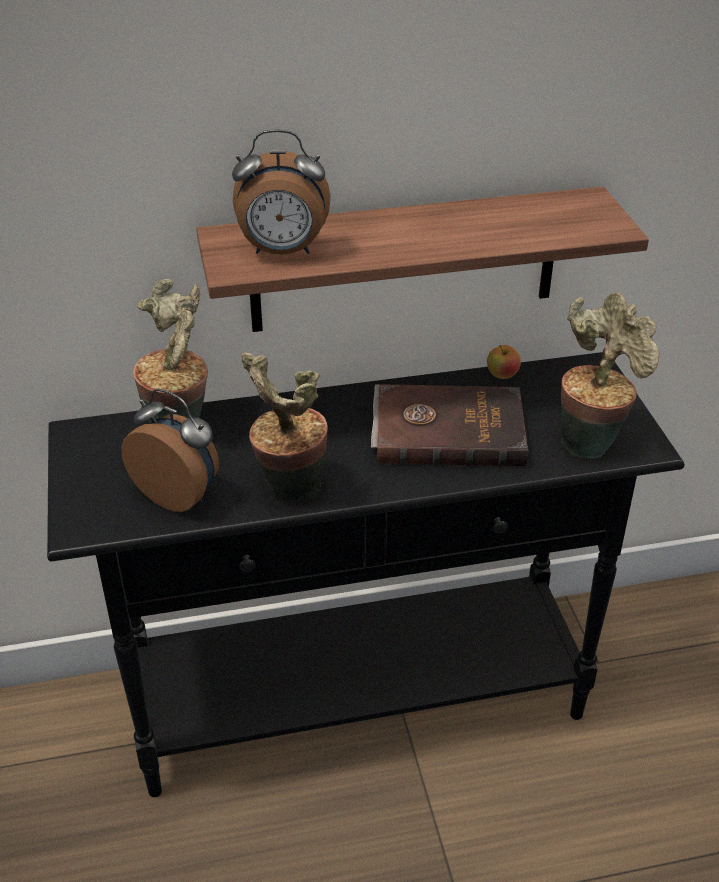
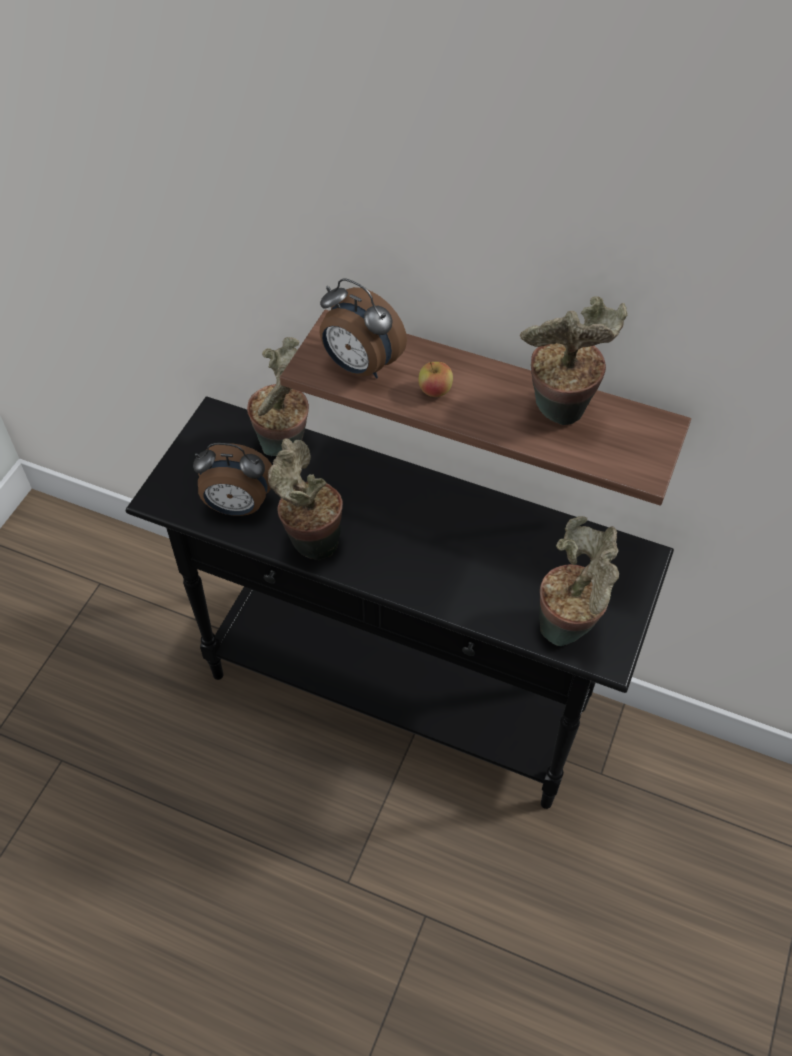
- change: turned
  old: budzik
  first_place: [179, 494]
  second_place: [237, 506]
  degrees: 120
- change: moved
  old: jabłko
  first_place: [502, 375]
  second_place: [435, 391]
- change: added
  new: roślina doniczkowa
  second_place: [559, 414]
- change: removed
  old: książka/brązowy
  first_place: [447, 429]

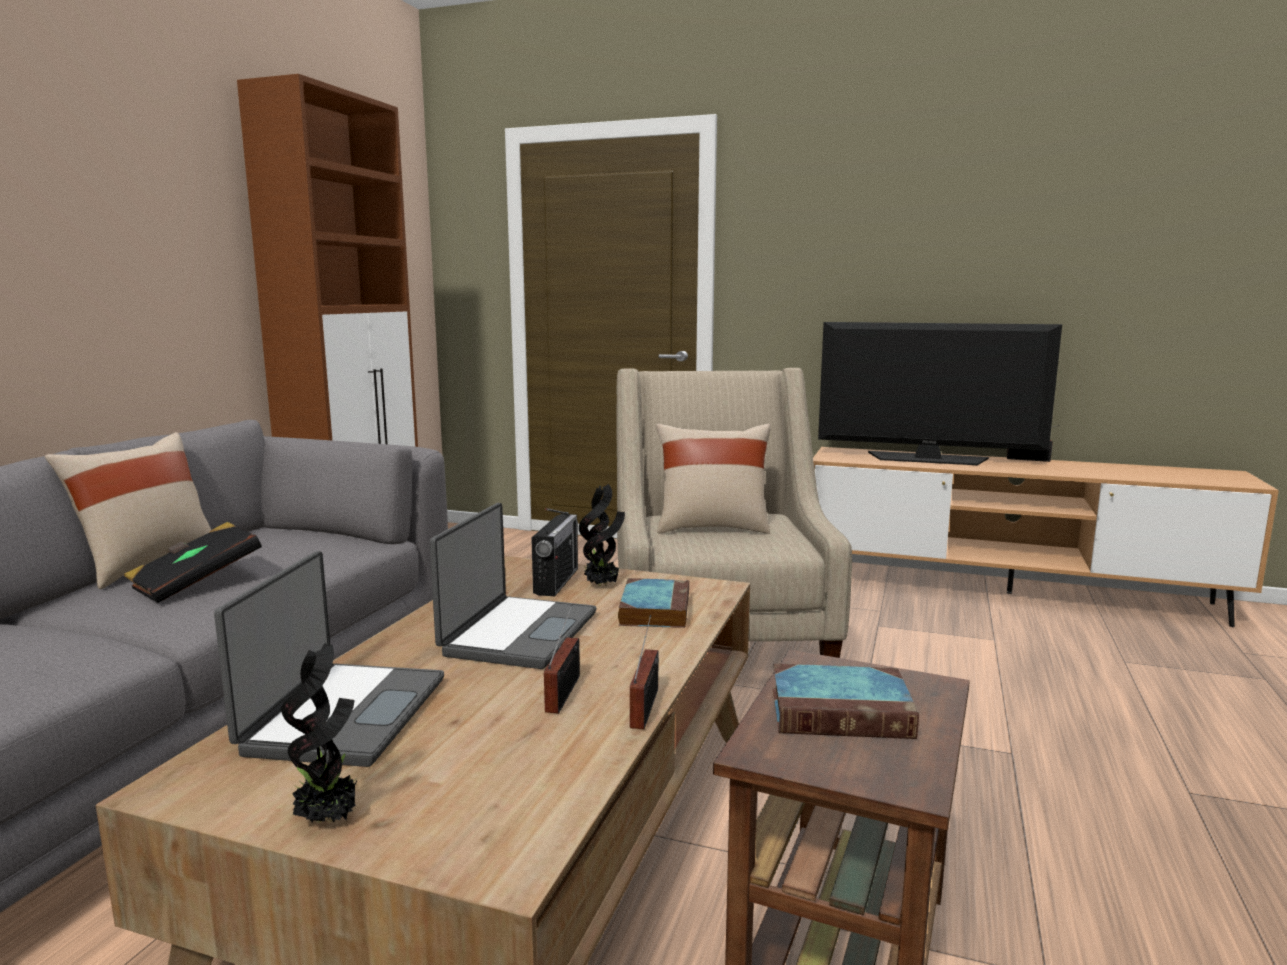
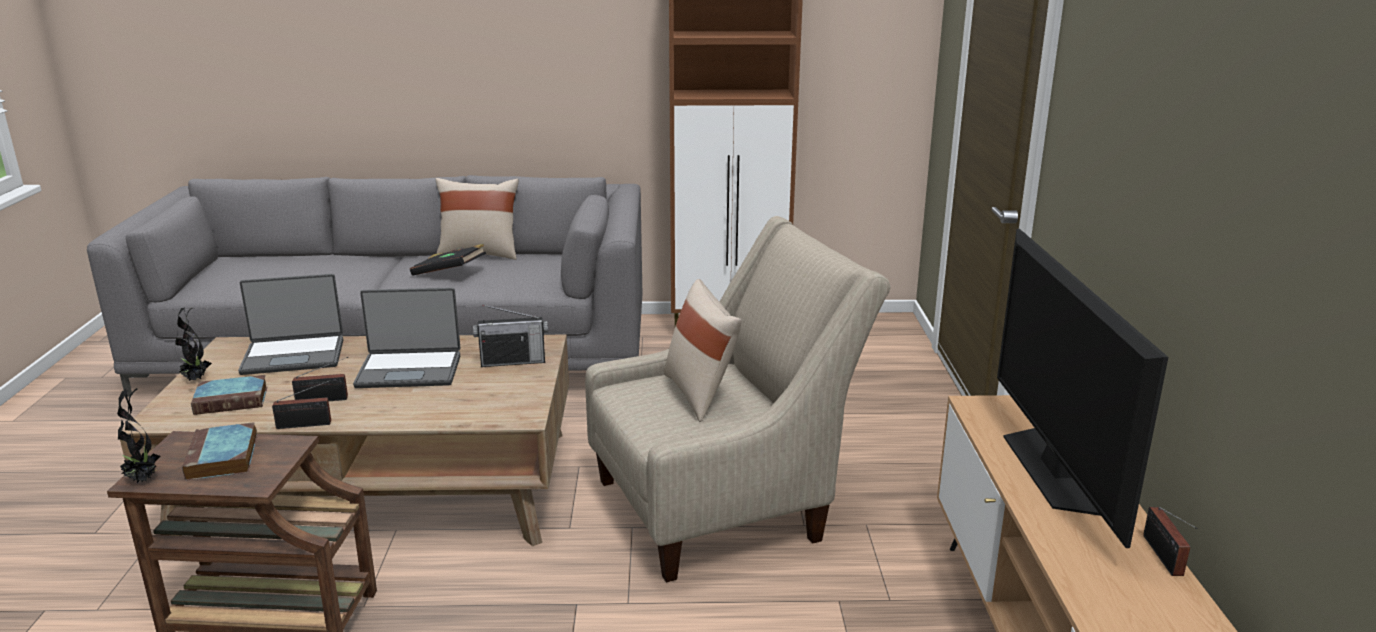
- change: moved
  old: roślina doniczkowa
  first_place: [602, 585]
  second_place: [143, 479]
- change: moved
  old: książka
  first_place: [654, 609]
  second_place: [233, 400]

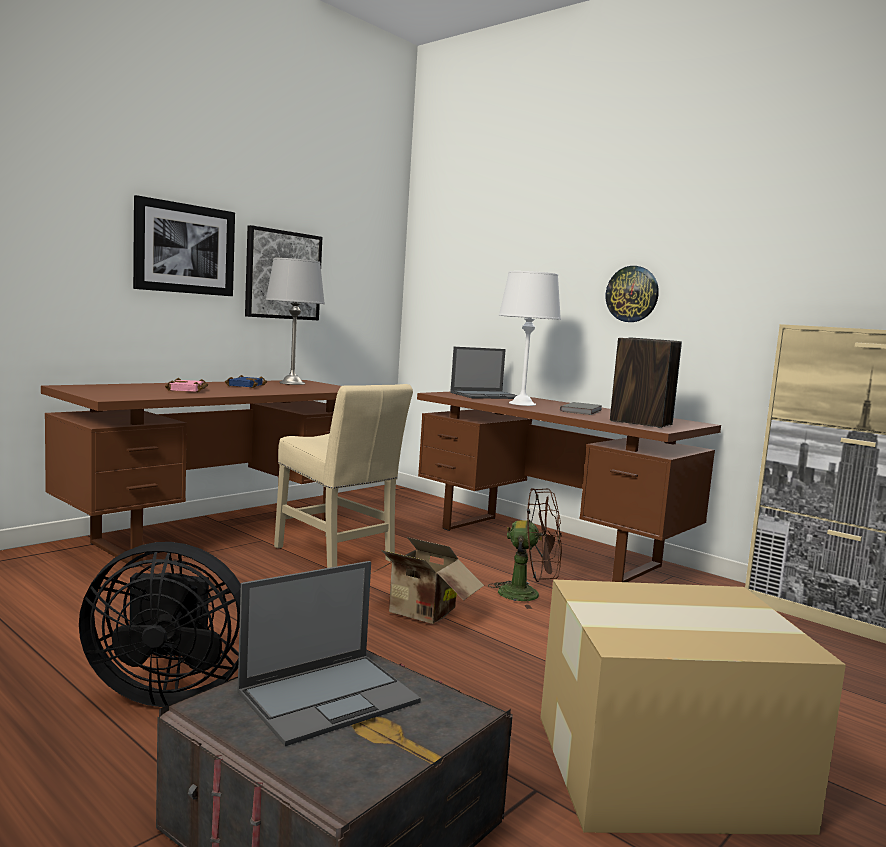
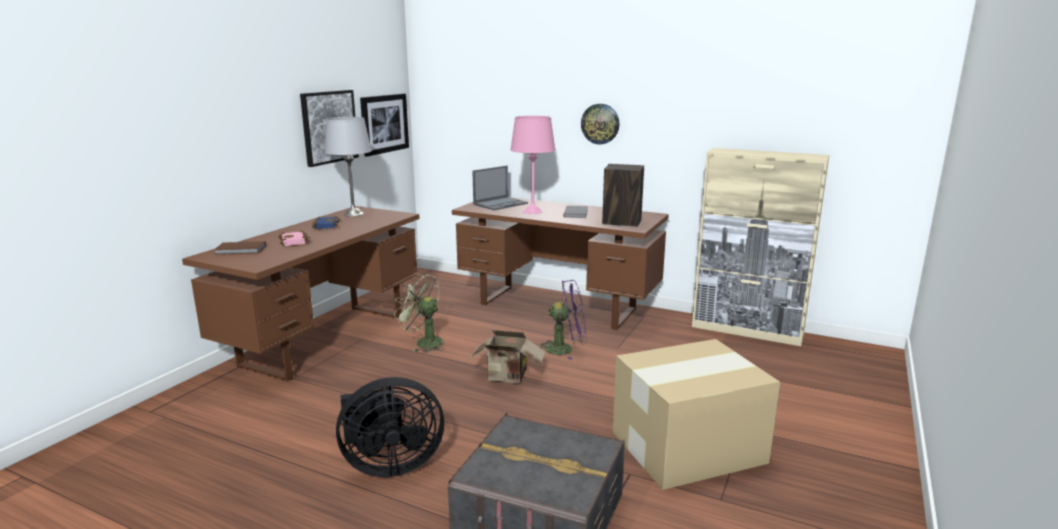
- change: added
  new: książka/brązowy
  second_place: [241, 250]
- change: moved
  old: obraz
  first_place: [184, 248]
  second_place: [384, 124]
- change: replaced
  old: krzesło/beżowy
  new: wentylator/zielony
  first_place: [336, 556]
  second_place: [423, 342]
- change: recoloured
  old: lampa stołowa/biały
  new: lampa stołowa/różowy
  first_place: [522, 404]
  second_place: [533, 211]
- change: recoloured
  old: wentylator/brązowy
  new: wentylator/fioletowy
  first_place: [528, 595]
  second_place: [565, 349]
- change: removed
  old: laptop
  first_place: [330, 696]

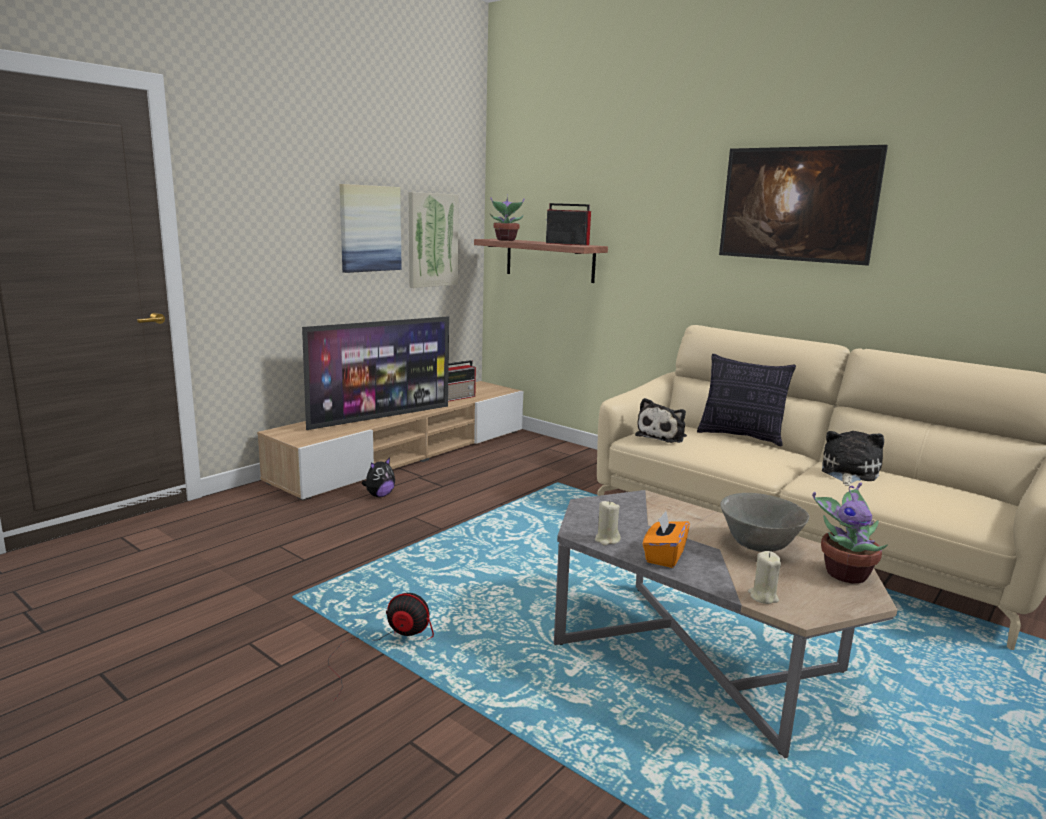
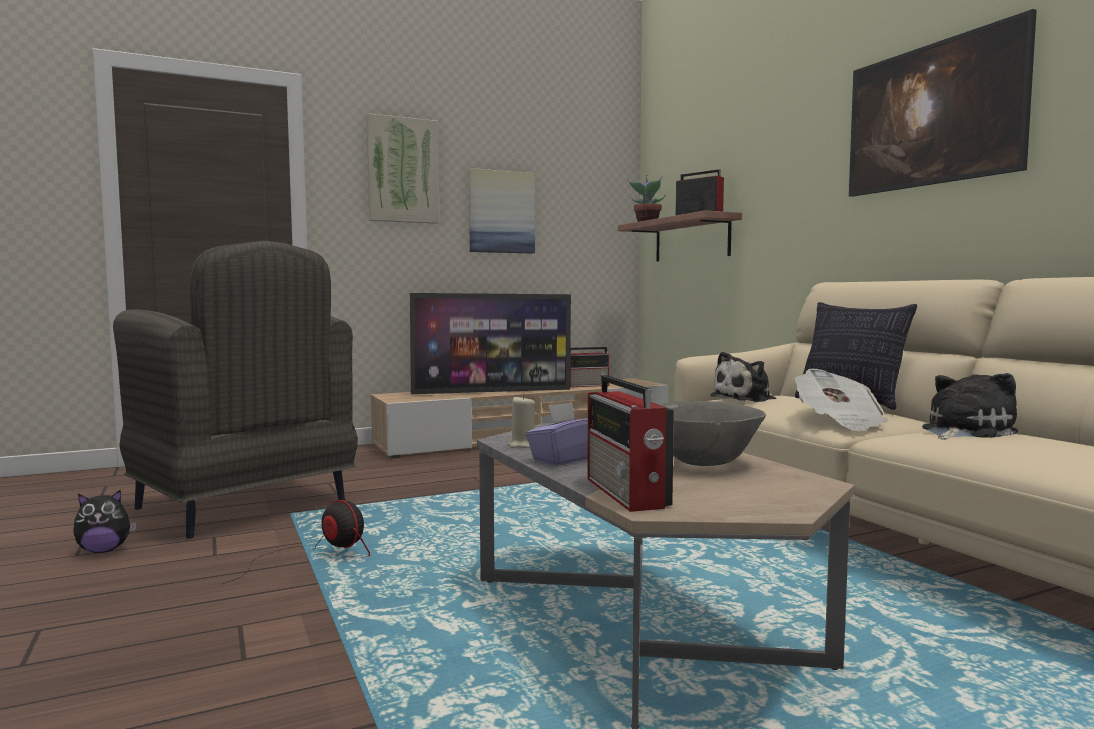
- change: moved
  old: pluszak
  first_place: [379, 495]
  second_place: [104, 550]
- change: added
  new: fotel/szary
  second_place: [243, 506]
- change: moved
  old: obraz
  first_place: [432, 240]
  second_place: [403, 170]
- change: recoloured
  old: pudełko chusteczek/pomarańczowy
  new: pudełko chusteczek/fioletowy
  first_place: [664, 556]
  second_place: [565, 459]
- change: replaced
  old: świeca/beżowy
  new: radio
  first_place: [763, 597]
  second_place: [626, 493]
- change: added
  new: gazeta
  second_place: [839, 423]
- change: removed
  old: roślina doniczkowa
  first_place: [844, 573]

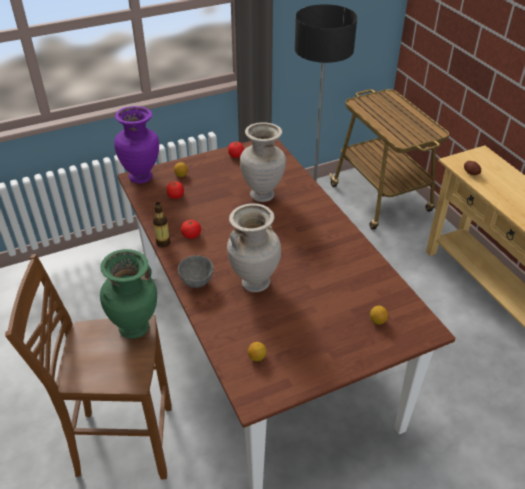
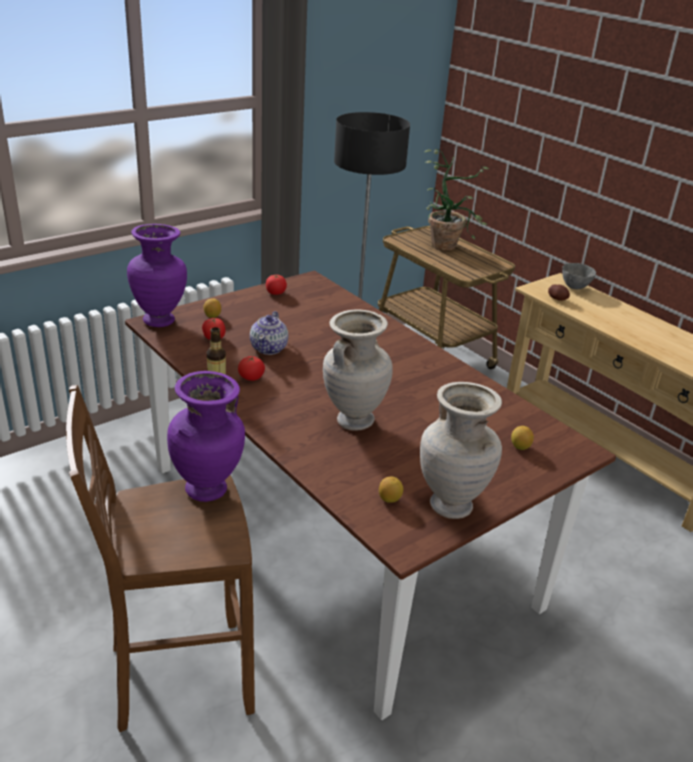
- change: recoloured
  old: wazon/zielony
  new: wazon/fioletowy
  first_place: [135, 329]
  second_place: [208, 490]
- change: added
  new: imbryk
  second_place: [269, 348]
- change: moved
  old: wazon/beżowy
  first_place: [263, 195]
  second_place: [451, 505]
- change: added
  new: roślina doniczkowa
  second_place: [447, 243]
- change: moved
  old: miska/szary
  first_place: [197, 282]
  second_place: [575, 287]

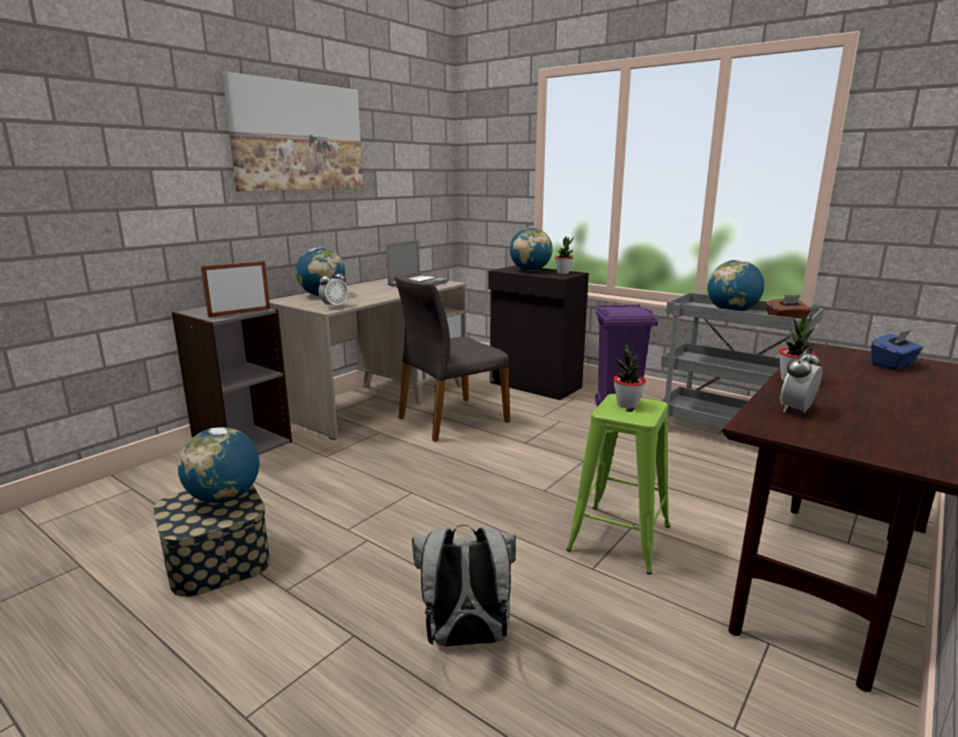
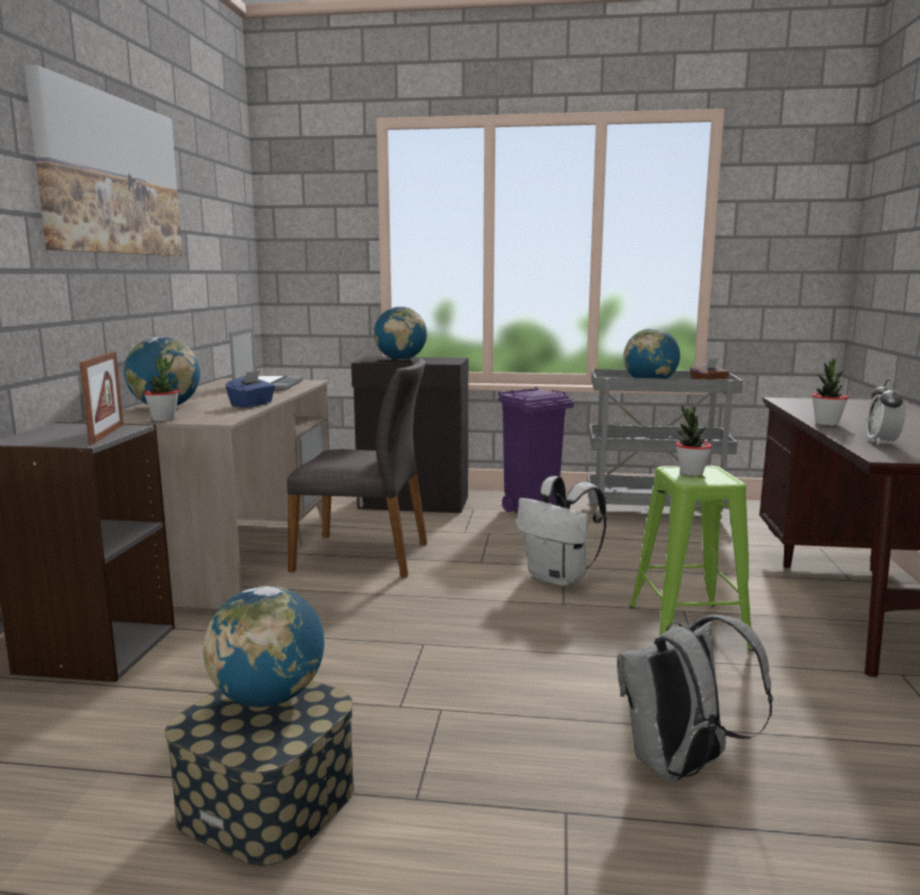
- change: turned
  old: ramka na zdjęcie
  first_place: [239, 312]
  second_place: [107, 434]
  degrees: 150
- change: moved
  old: roślina doniczkowa
  first_place: [563, 273]
  second_place: [164, 419]
- change: moved
  old: pudełko chusteczek/niebieski
  first_place: [893, 365]
  second_place: [252, 404]
- change: turned
  old: krzesło/szary
  first_place: [451, 419]
  second_place: [363, 556]
  degrees: -105
- change: added
  new: plecak/biały
  second_place: [559, 578]
- change: removed
  old: budzik
  first_place: [334, 306]

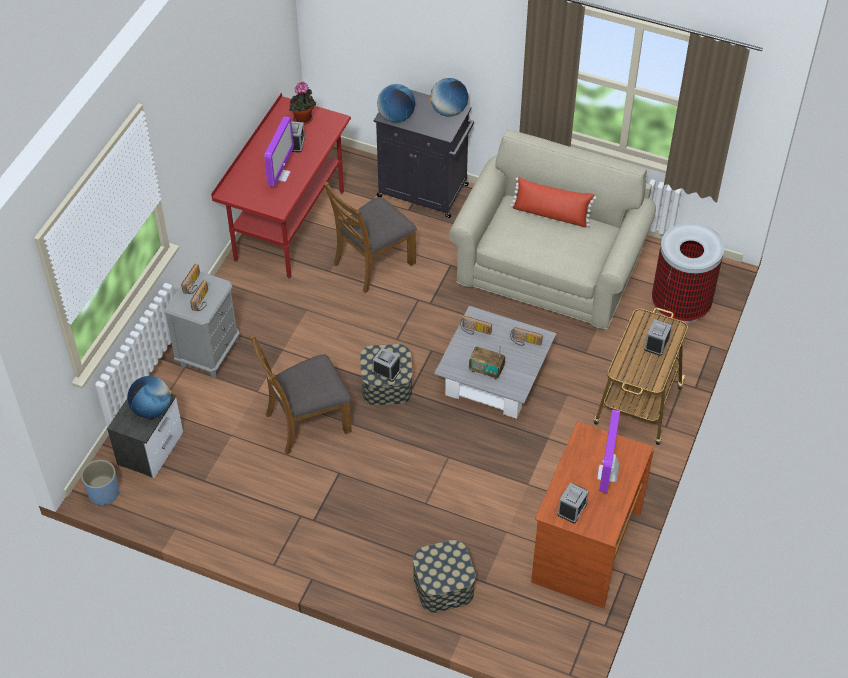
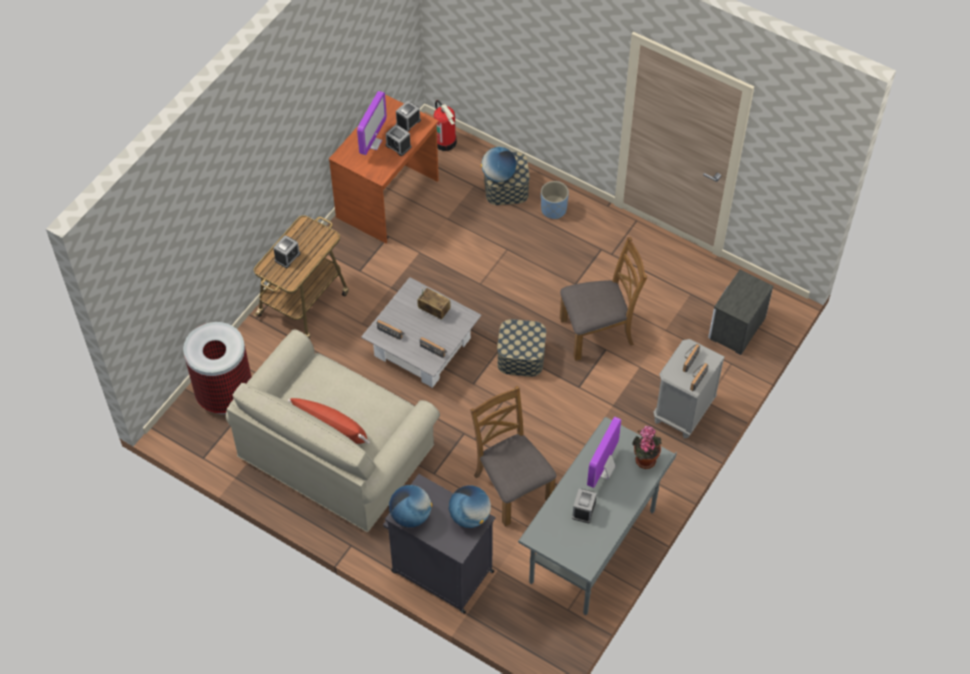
- change: moved
  old: budzik
  first_place: [386, 371]
  second_place: [398, 146]
- change: added
  new: gaśnica
  second_place: [445, 142]
- change: turned
  old: krzesło/brązowy
  first_place: [373, 263]
  second_place: [512, 487]
  degrees: -90
- change: moved
  old: globus
  first_place: [152, 409]
  second_place: [498, 175]
- change: recoloured
  old: biurko/czerwony
  new: biurko/szary
  first_place: [289, 226]
  second_place: [593, 547]
- change: moved
  old: donica/niebieski
  first_place: [103, 493]
  second_place: [553, 209]
- change: moved
  old: roślina doniczkowa
  first_place: [304, 120]
  second_place: [644, 458]

